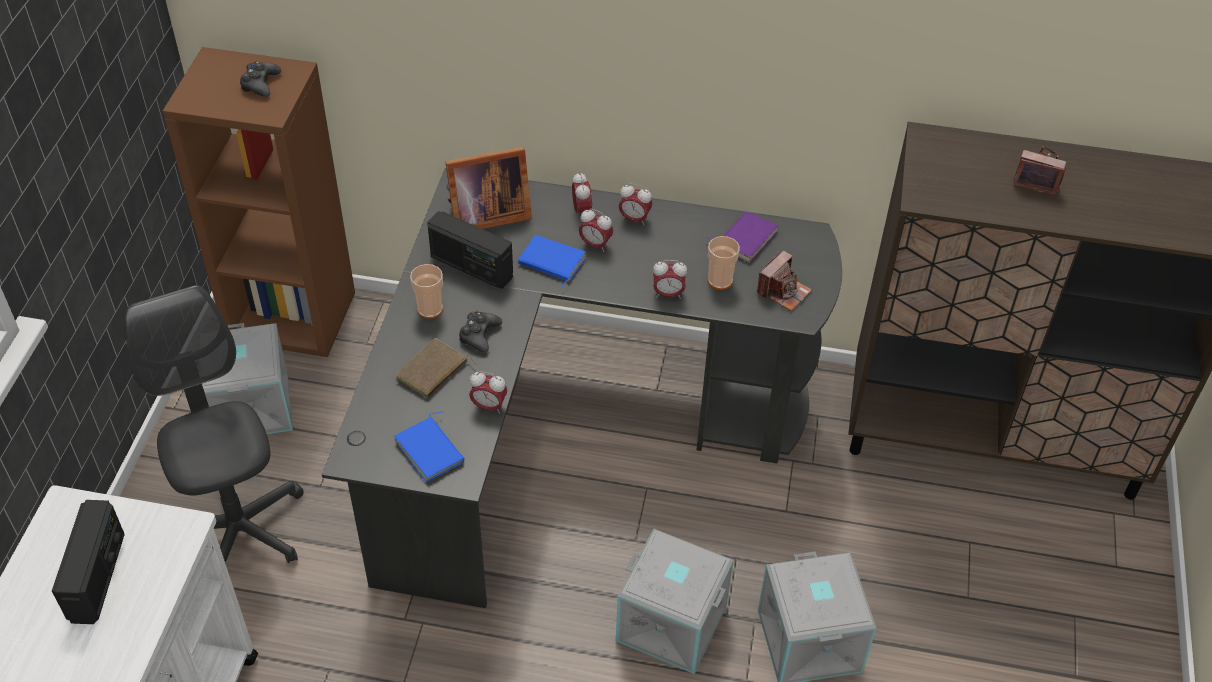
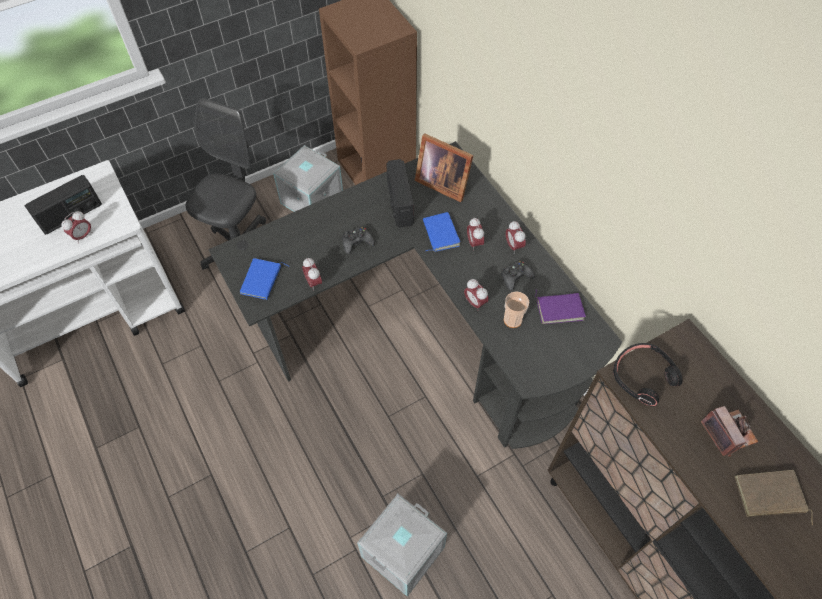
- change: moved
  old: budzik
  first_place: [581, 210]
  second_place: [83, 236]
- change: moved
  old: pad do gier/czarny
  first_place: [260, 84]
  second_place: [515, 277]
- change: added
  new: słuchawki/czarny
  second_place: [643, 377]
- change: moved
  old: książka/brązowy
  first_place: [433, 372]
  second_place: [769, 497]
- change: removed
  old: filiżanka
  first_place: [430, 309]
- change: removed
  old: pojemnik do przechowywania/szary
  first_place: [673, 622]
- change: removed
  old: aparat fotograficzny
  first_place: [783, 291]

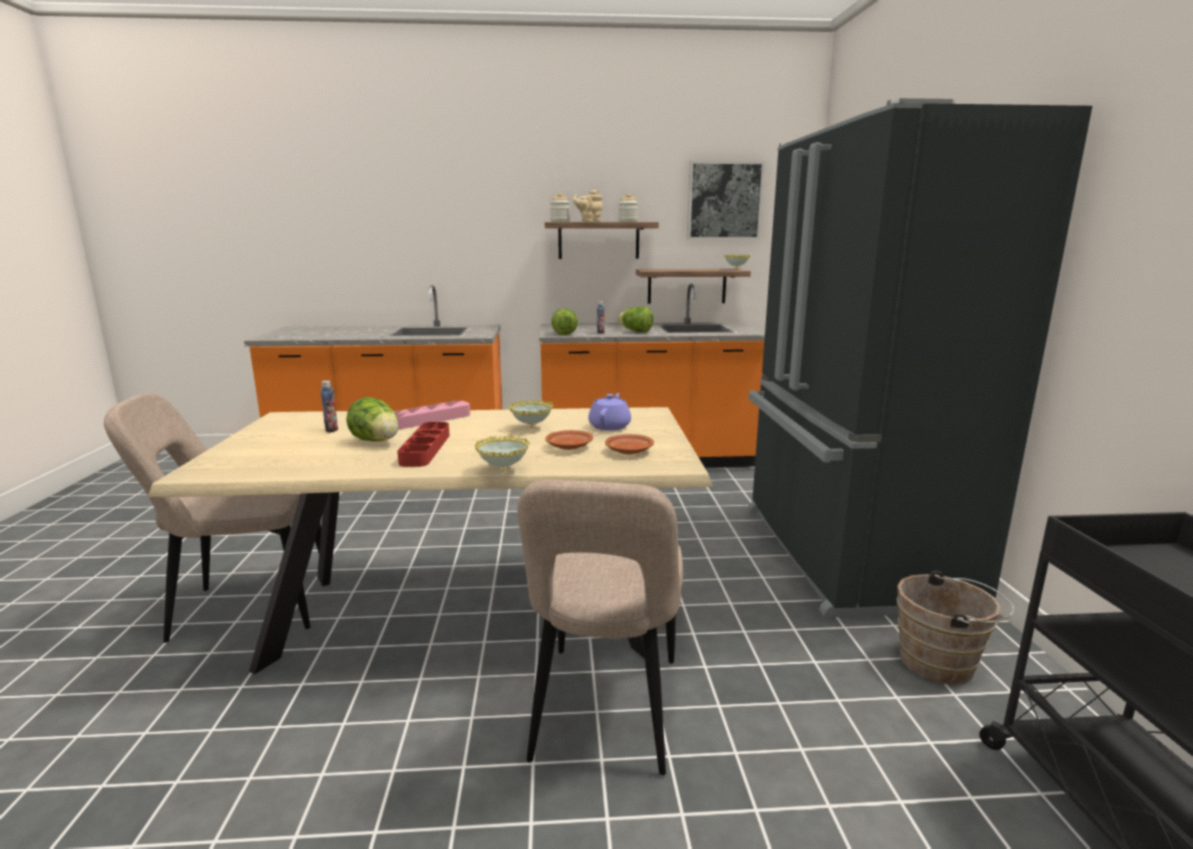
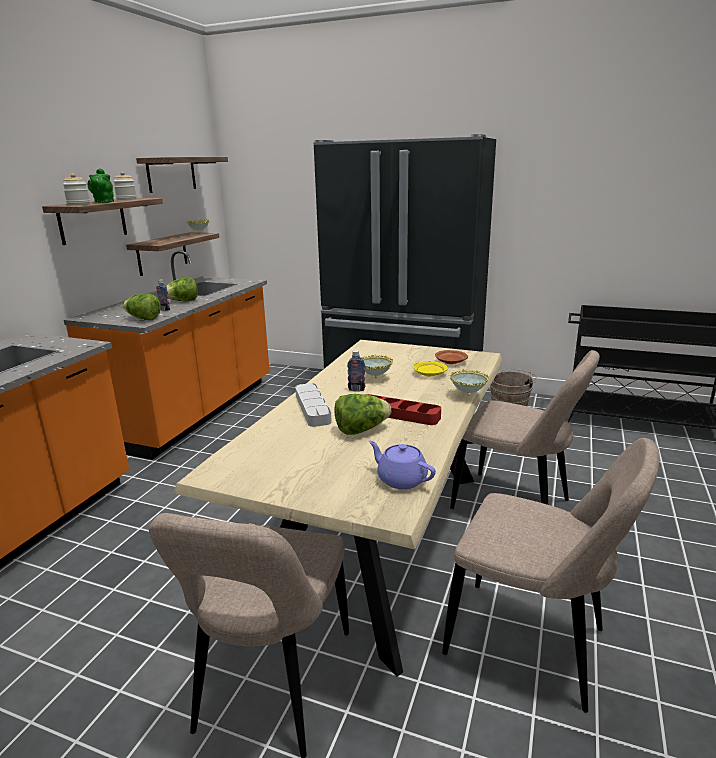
- change: recoloured
  old: imbryk/beżowy
  new: imbryk/zielony
  first_place: [589, 221]
  second_place: [103, 202]
- change: replaced
  old: obraz
  new: półka
  first_place: [724, 201]
  second_place: [171, 174]
- change: recoloured
  old: taca/różowy
  new: taca/szary
  first_place: [427, 420]
  second_place: [312, 408]
- change: moved
  old: butelka
  first_place: [331, 430]
  second_place: [356, 389]
- change: moved
  old: imbryk/fioletowy
  first_place: [610, 426]
  second_place: [401, 479]
- change: recoloured
  old: talerz/brązowy
  new: talerz/żółty
  first_place: [569, 447]
  second_place: [429, 373]
- change: added
  new: krzesło/beżowy
  second_place: [533, 645]

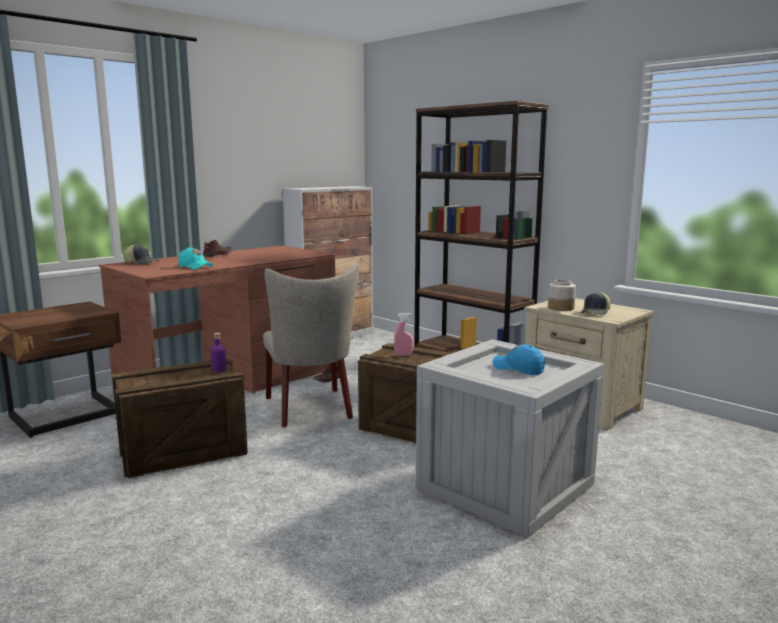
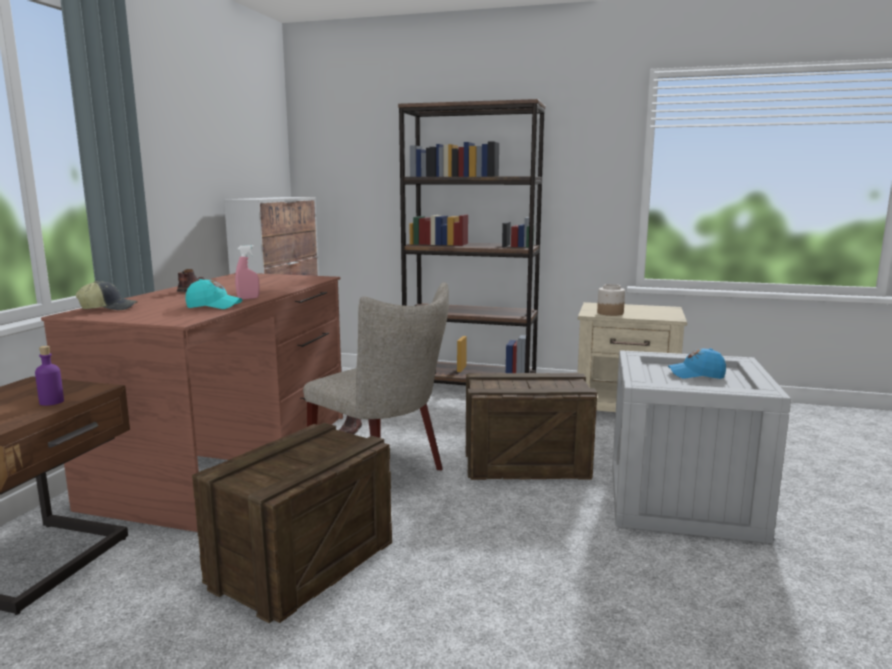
- change: moved
  old: butelka/fioletowy
  first_place: [219, 370]
  second_place: [51, 402]
- change: moved
  old: spryskiwacz/różowy
  first_place: [403, 355]
  second_place: [248, 298]
- change: removed
  old: czapka z daszkiem
  first_place: [596, 312]

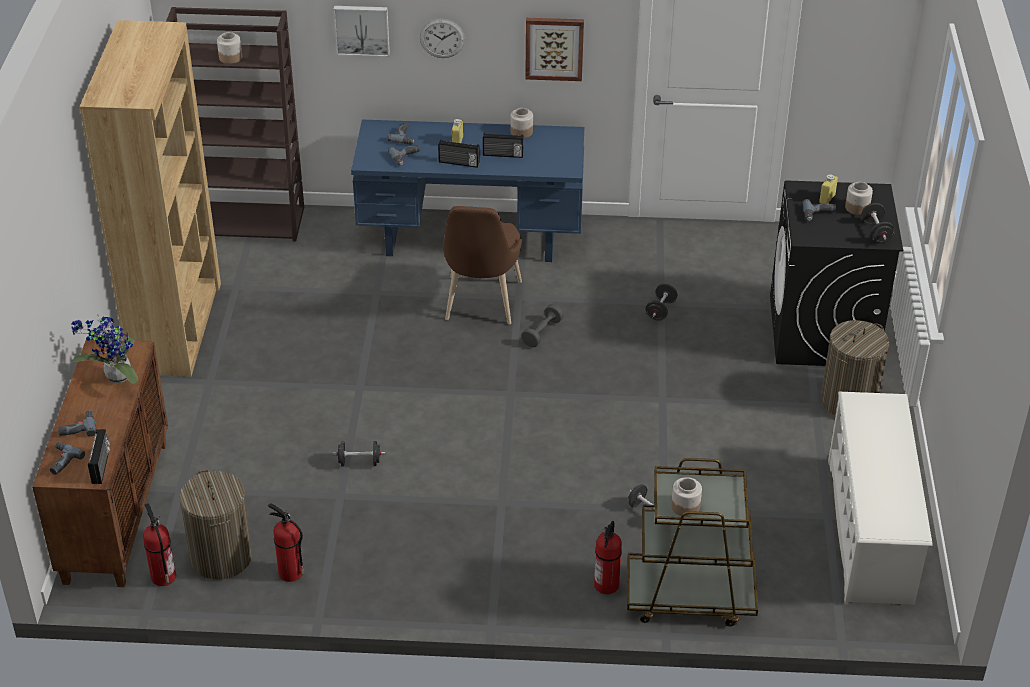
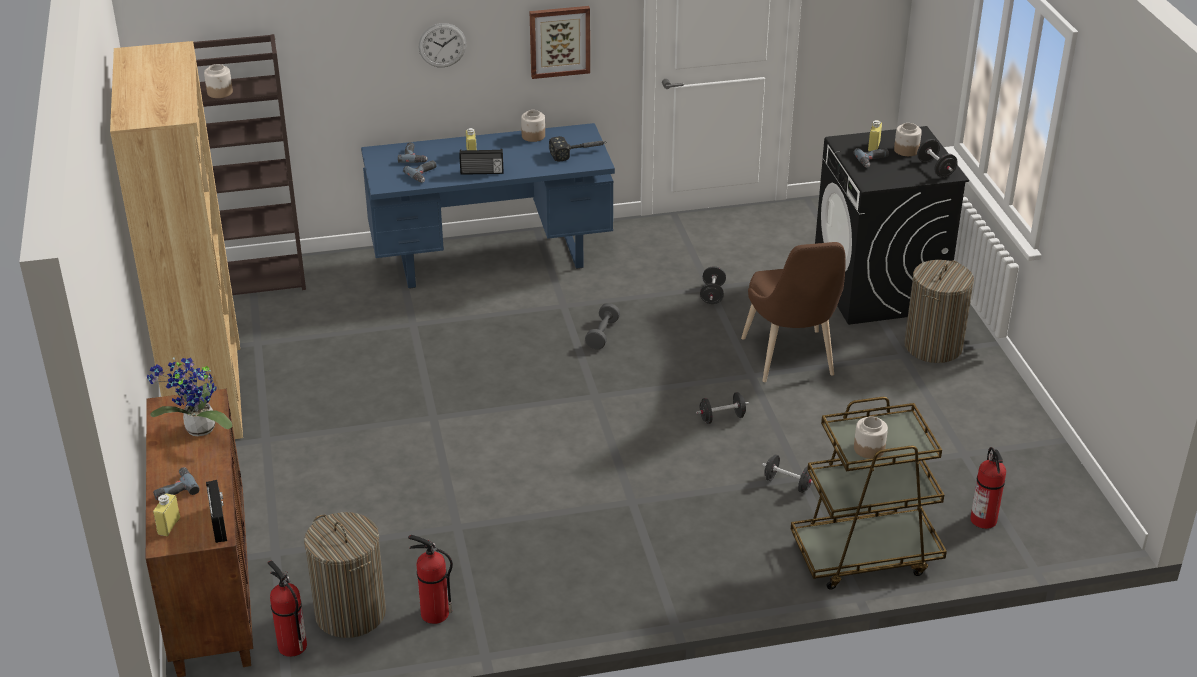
- change: replaced
  old: wiertarka
  new: butelka/żółty
  first_place: [60, 461]
  second_place: [169, 526]
- change: added
  new: młotek
  second_place: [579, 152]
- change: moved
  old: hantel/czarny
  first_place: [359, 462]
  second_place: [722, 418]
- change: moved
  old: krzesło/brązowy
  first_place: [481, 305]
  second_place: [790, 361]
- change: moved
  old: gaśnica
  first_place: [606, 585]
  second_place: [984, 520]
- change: removed
  old: obraz
  first_place: [362, 29]
- change: removed
  old: radio
  first_place: [503, 155]
- change: removed
  old: regał na buty/biały
  first_place: [870, 530]

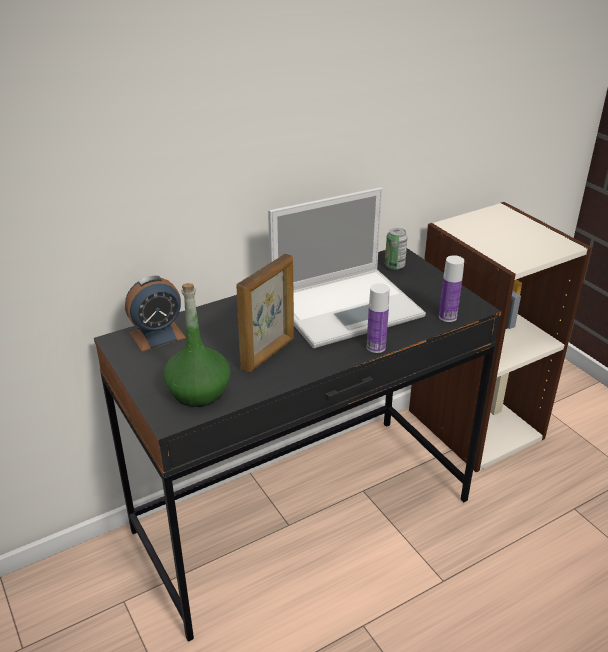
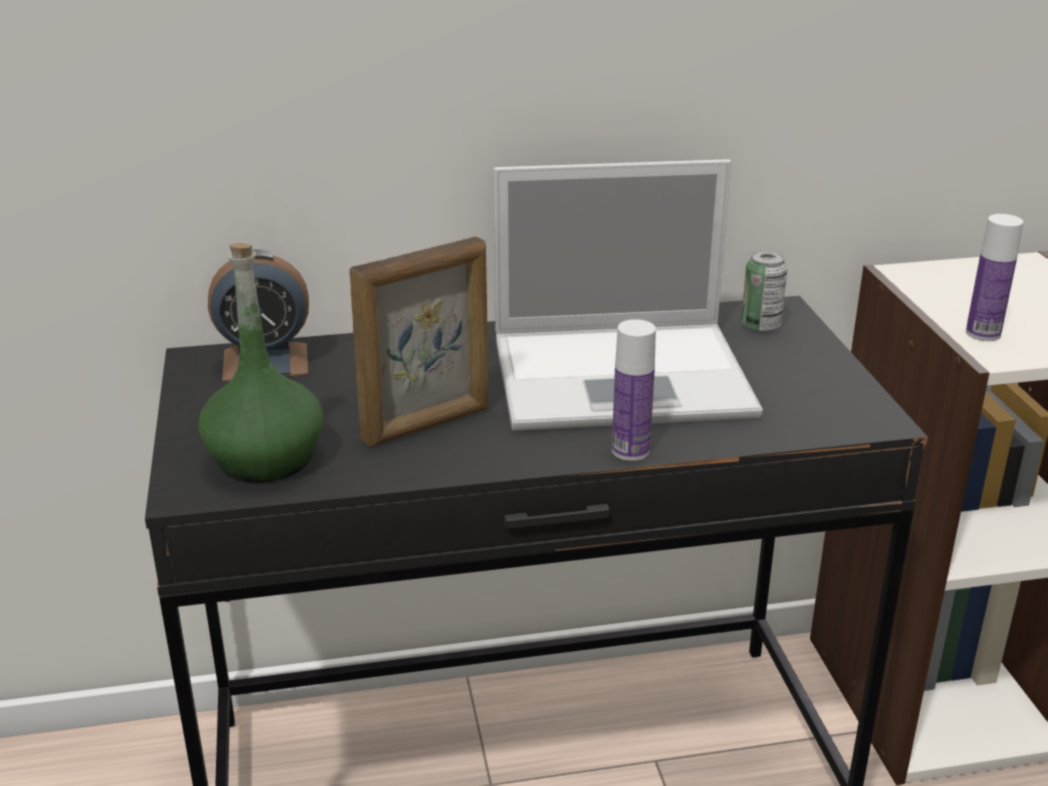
- change: moved
  old: butelka
  first_place: [447, 317]
  second_place: [983, 333]

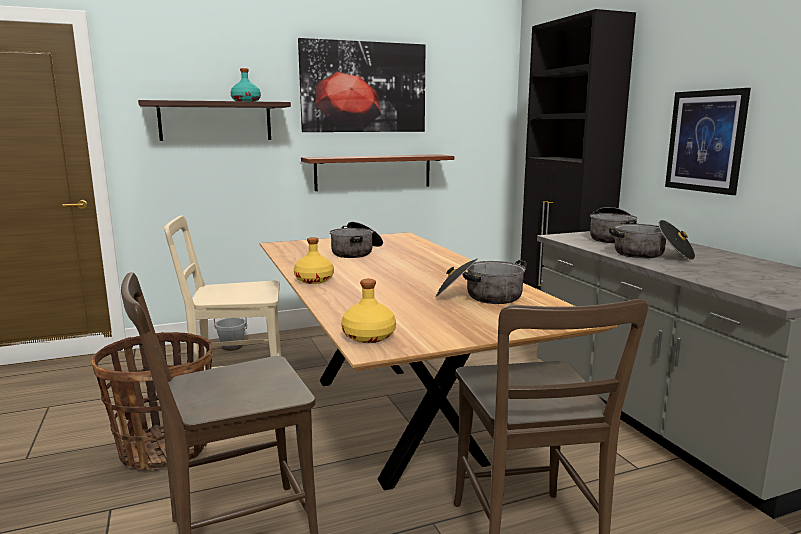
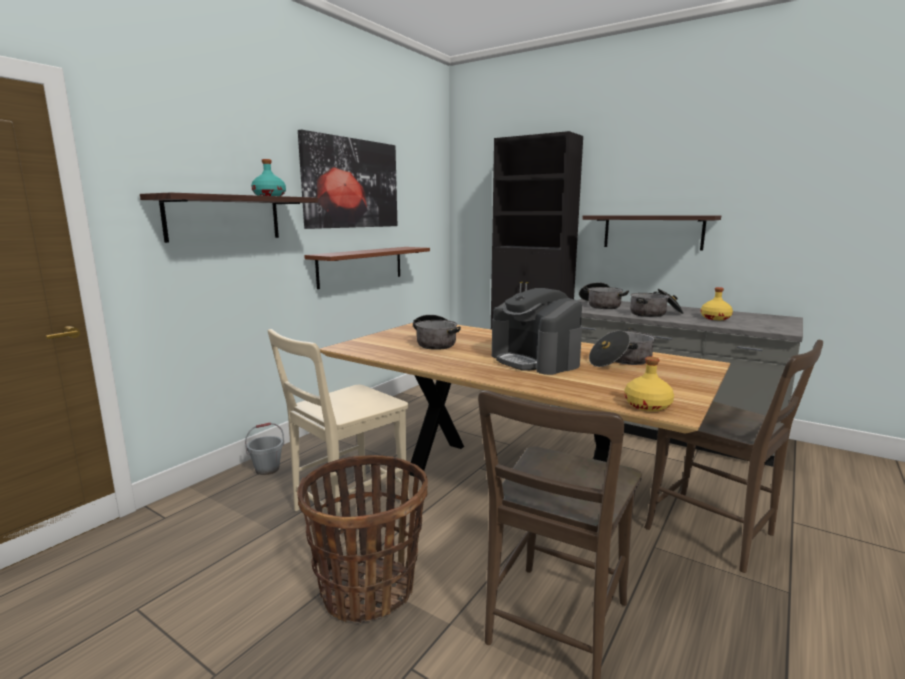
- change: added
  new: ekspres do kawy
  second_place: [535, 360]
- change: replaced
  old: obraz
  new: półka
  first_place: [705, 141]
  second_place: [652, 232]
- change: moved
  old: butelka/żółty
  first_place: [314, 280]
  second_place: [715, 318]

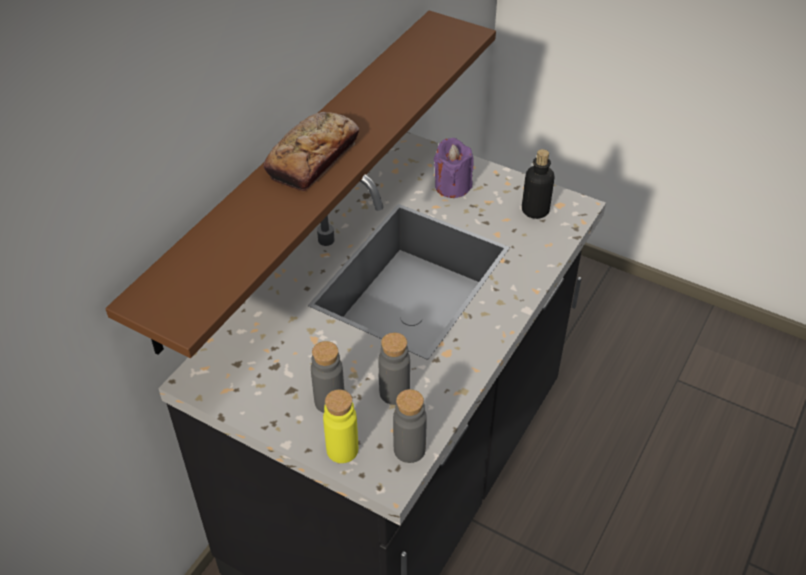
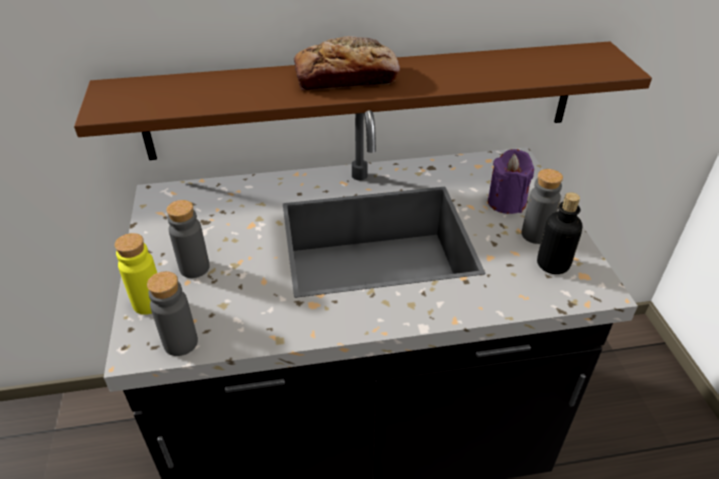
- change: moved
  old: butelka/szary
  first_place: [394, 392]
  second_place: [535, 234]

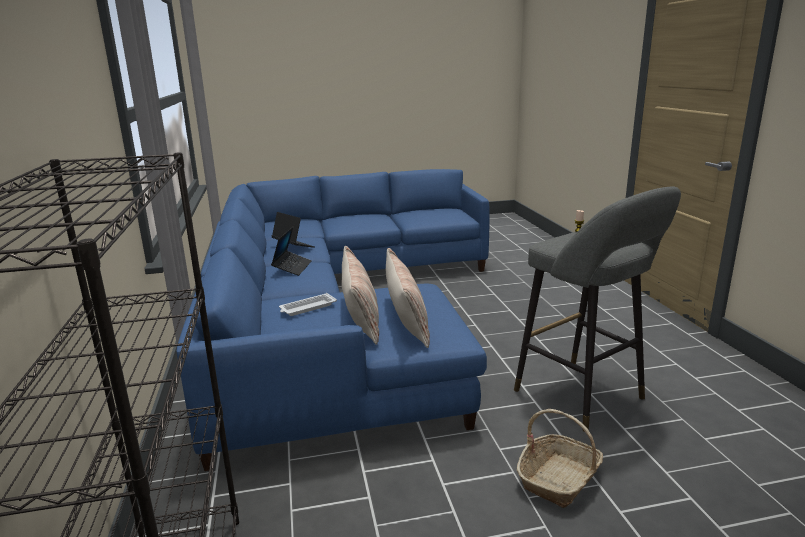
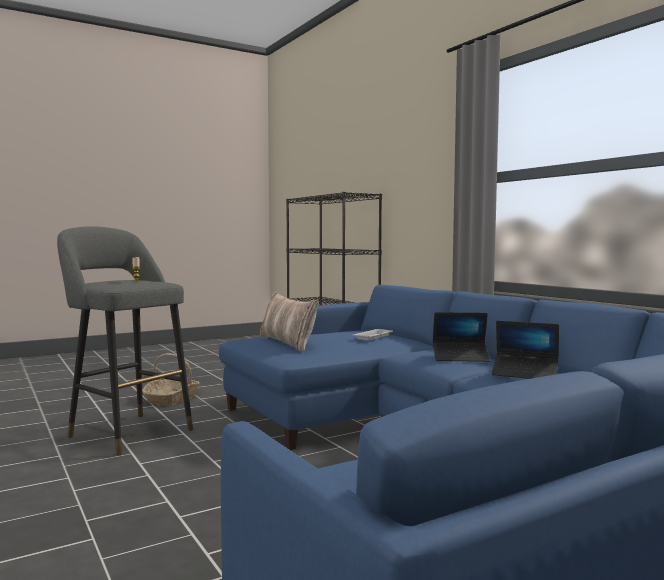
- change: turned
  old: laptop
  first_place: [292, 267]
  second_place: [460, 357]
  degrees: -75
- change: removed
  old: poduszka
  first_place: [360, 315]

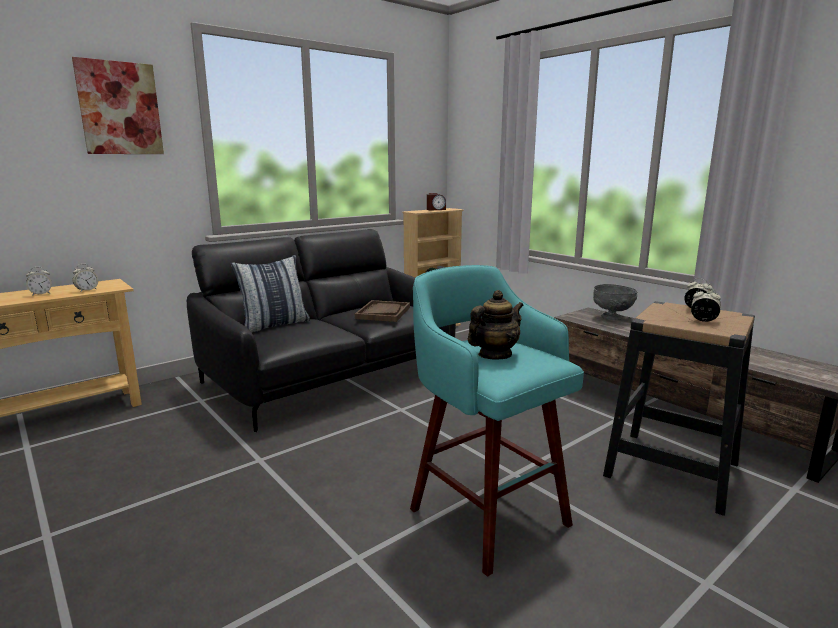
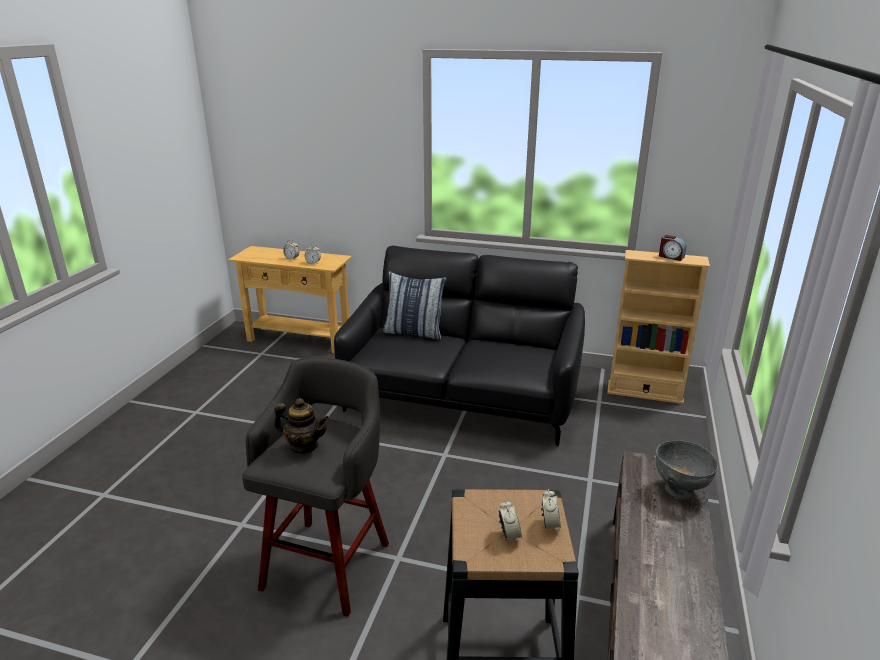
- change: recoloured
  old: stołek/turkusowy
  new: stołek/szary
  first_place: [485, 514]
  second_place: [328, 562]
- change: removed
  old: obraz
  first_place: [120, 108]
- change: removed
  old: taca/brązowy
  first_place: [383, 313]

